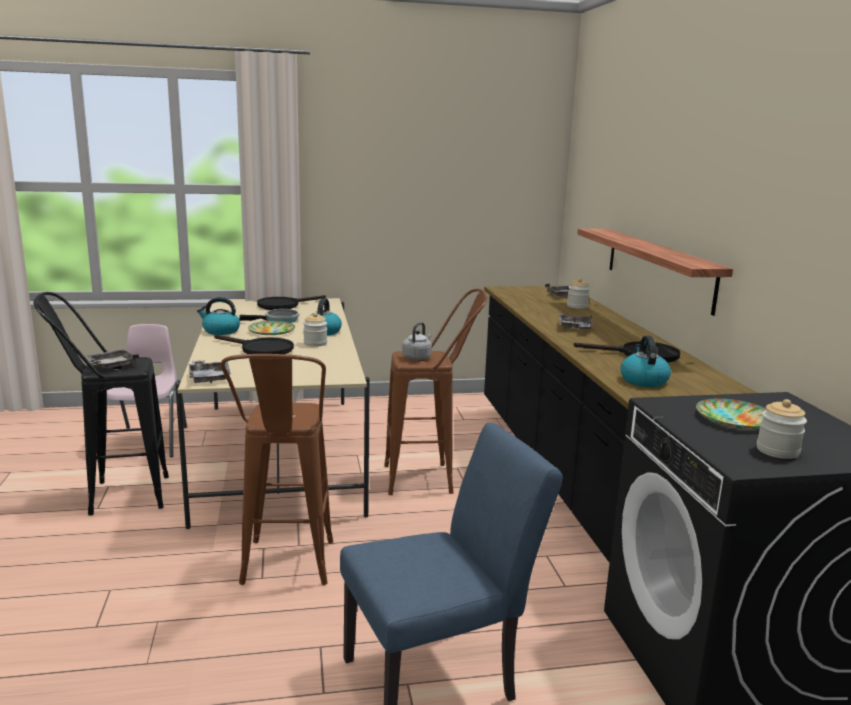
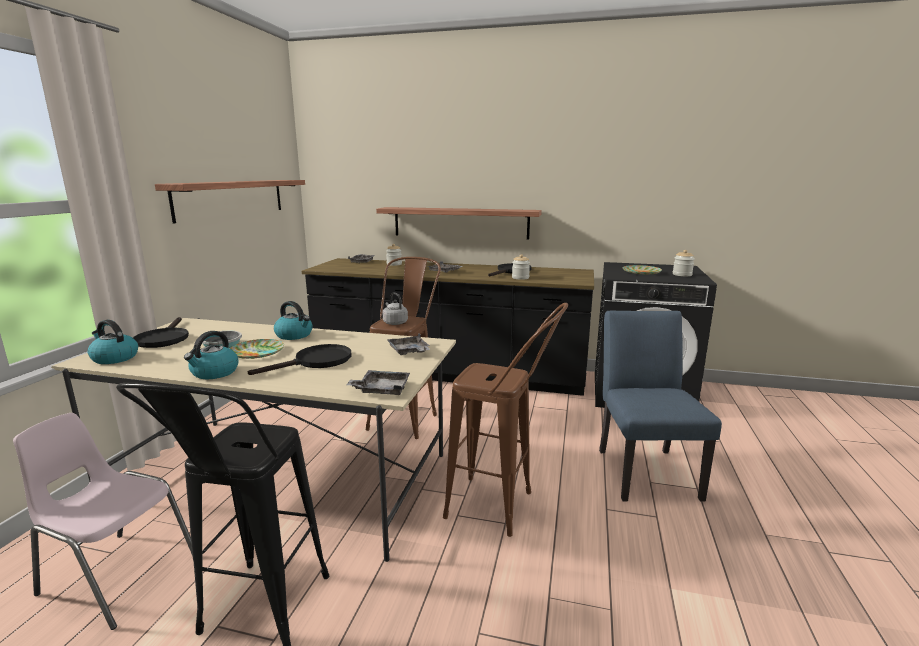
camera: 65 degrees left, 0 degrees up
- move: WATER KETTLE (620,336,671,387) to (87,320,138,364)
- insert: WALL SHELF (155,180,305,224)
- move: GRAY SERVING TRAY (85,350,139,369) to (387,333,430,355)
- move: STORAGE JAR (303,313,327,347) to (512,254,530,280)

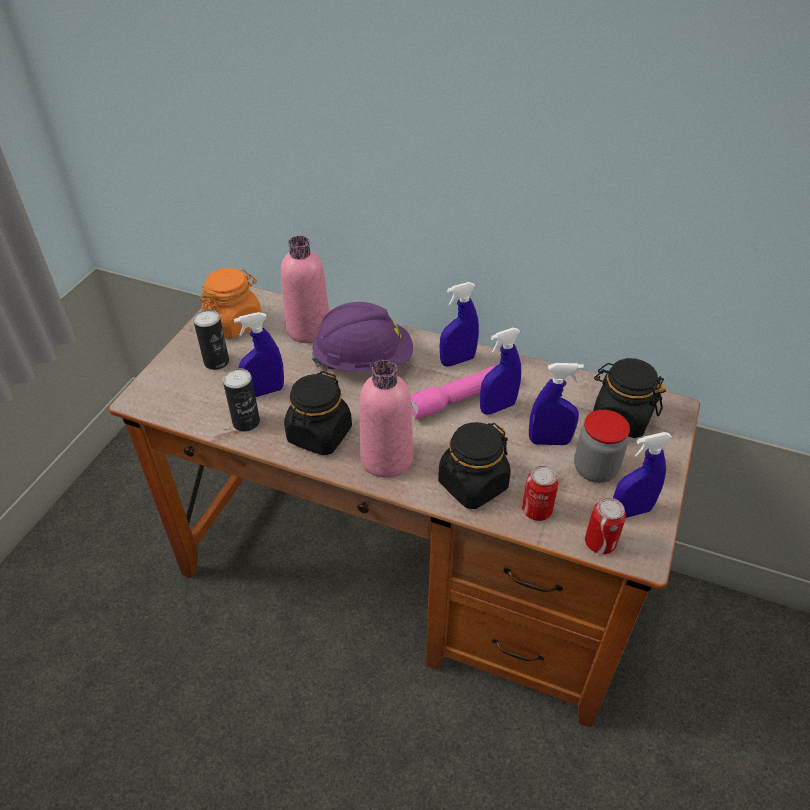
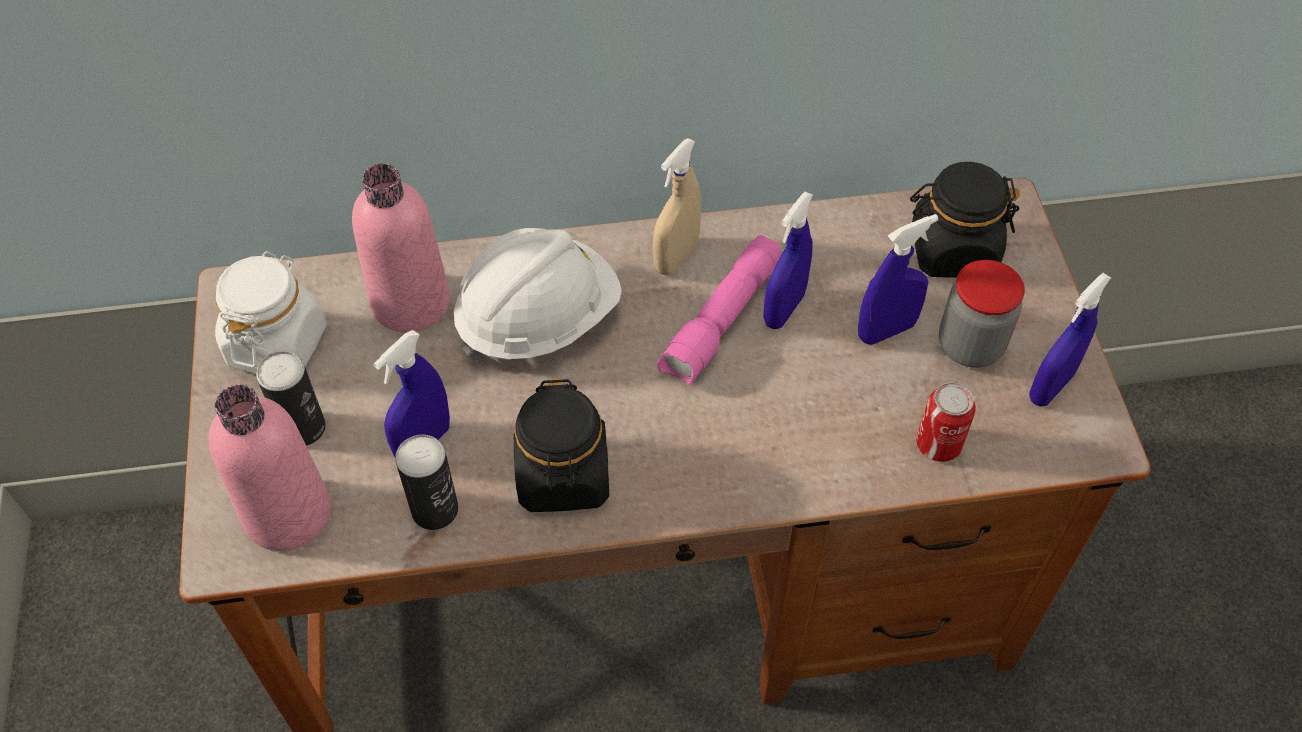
camera: 30 degrees left, 10 degrees up
- move: PINKISH BOTTLE (359,360,413,478) to (209,385,331,551)
- recolor: ORANGE STORAGE JAR (200,268,261,339) to WHITE-COLOURED STORAGE JAR (215,251,326,374)
- recolor: PURPLE HARD HAT (312,302,413,372) to WHITE-COLOURED HARD HAT (454,228,622,365)
- recolor: BLUE SPRAYER (439,282,479,367) to BEIGE-COLOURED SPRAYER (653,138,701,275)
- delete: BLACK-COLOURED STORAGE JAR (438,422,511,509)
- delete: CAN (585,498,626,554)

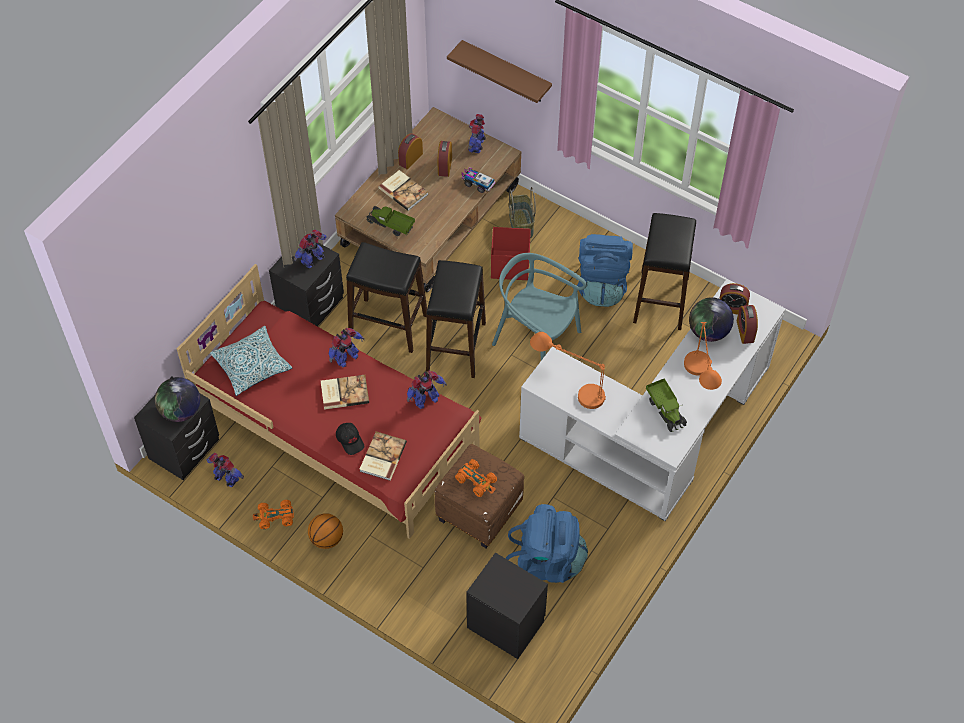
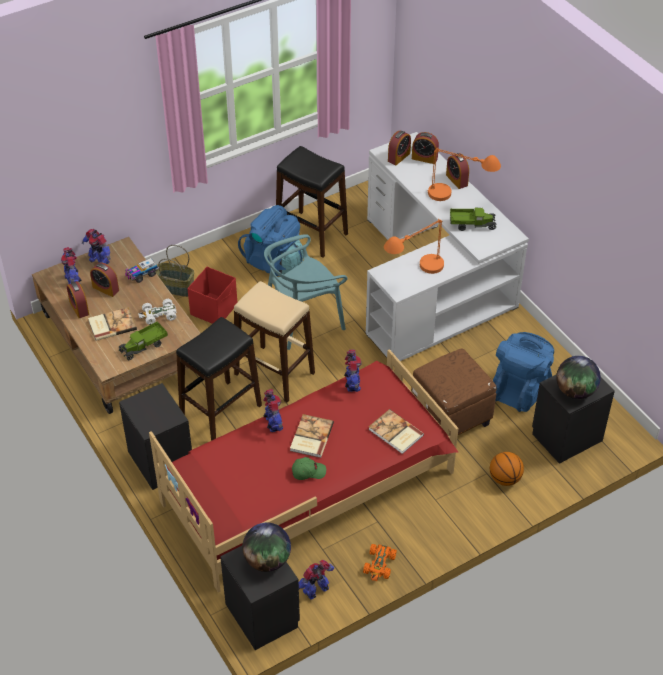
camera: 65 degrees left, 10 degrees down
- move: MODEL ROBOT (294,230,326,268) to (61,247,82,284)
- insert: WHITE-COLOURED MINIATURE CAR (139,299,177,325)
- recolor: BLACK-COLOURED STOOL (426,260,486,378) to BEIGE-COLOURED STOOL (234,281,315,403)
- insert: GREENISH PEAKED CAP (292,457,326,480)
- insert: ALARM CLOCK (446,153,469,189)
- move: BASKETBALL BALL (308,513,343,549) to (490,452,524,486)
- move: GLOBE (689,297,734,342) to (556,356,601,399)
- delete: THROW PILLOW (210,326,293,396)
- delete: BLACK-COLOURED PEAKED CAP (336,423,364,455)
- delete: BROWN WALL SHELF (447,40,552,103)
- delete: ORANGE MINIATURE CAR (455,459,497,497)

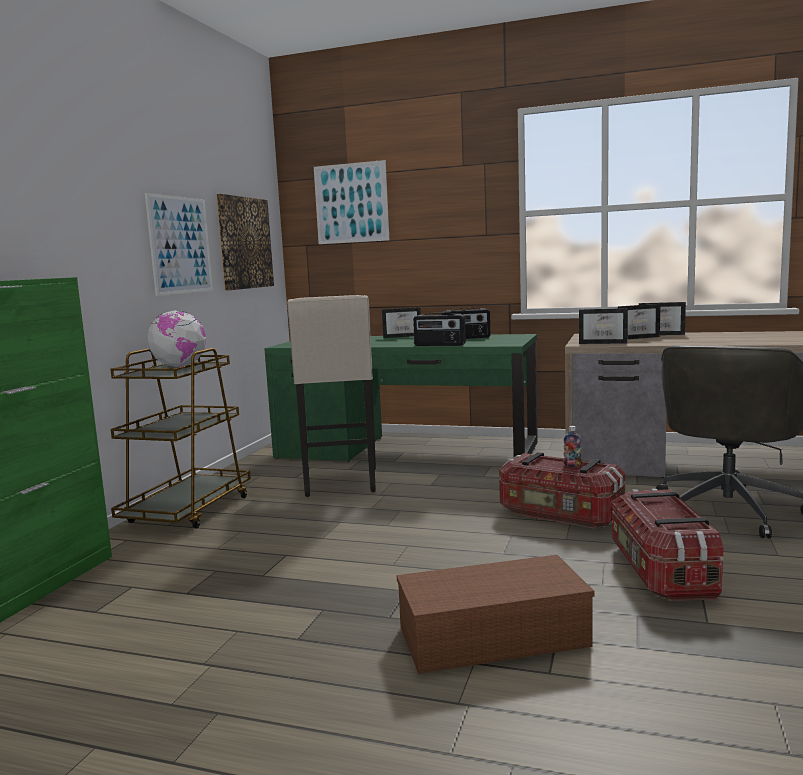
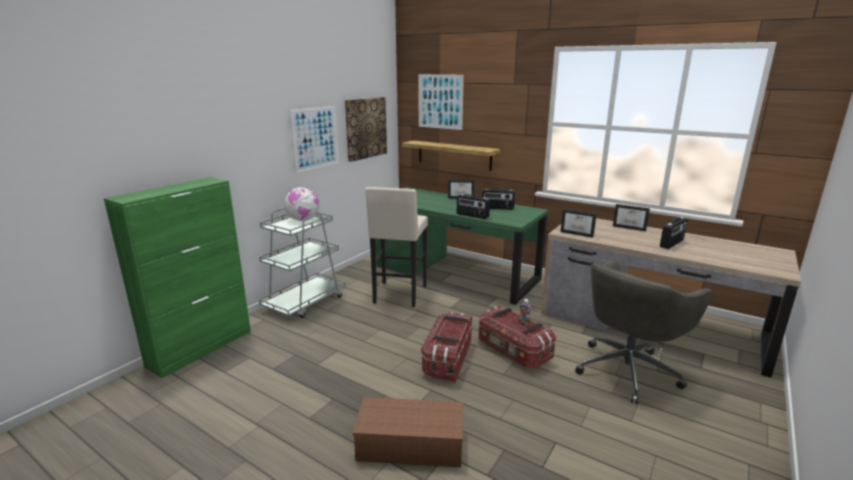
camera: 15 degrees right, 10 degrees up
- recolor: BROWN TROLLEY (111,348,251,528) to GRAY TROLLEY (259,208,346,318)
- insert: WALL SHELF (402,140,500,171)
- move: STORAGE BOX (611,489,723,601) to (421,312,472,382)
- insert: RADIO (660,217,688,249)
- delete: STANDING FRAME (618,304,660,339)

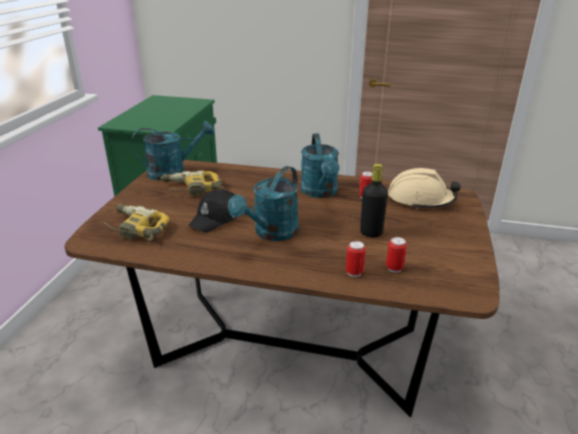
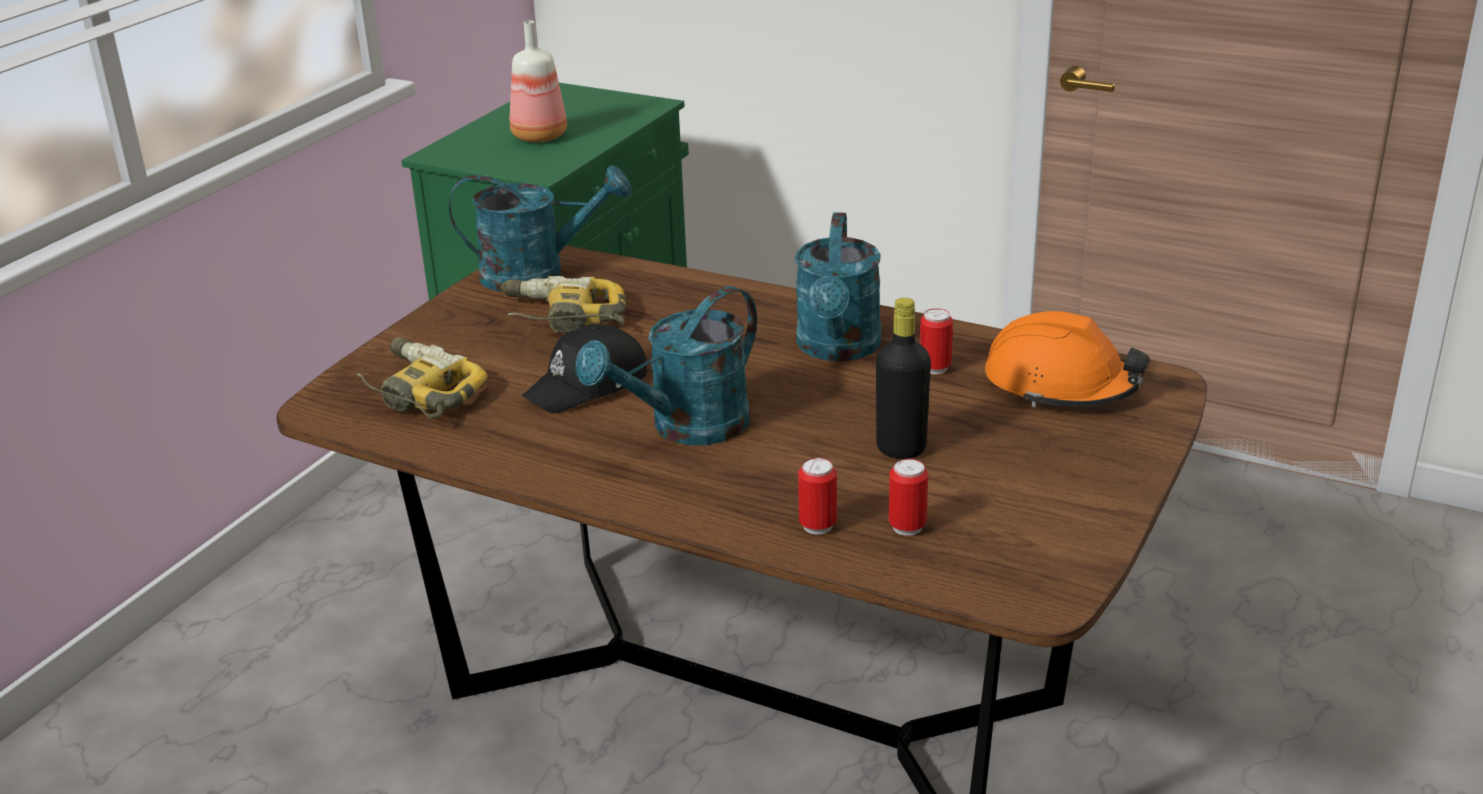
camera: 15 degrees right, 0 degrees up
- insert: BOTTLE (510,21,567,142)
- recolor: BEIGE-COLOURED HARD HAT (388,168,461,209) to ORANGE HARD HAT (985,311,1150,407)

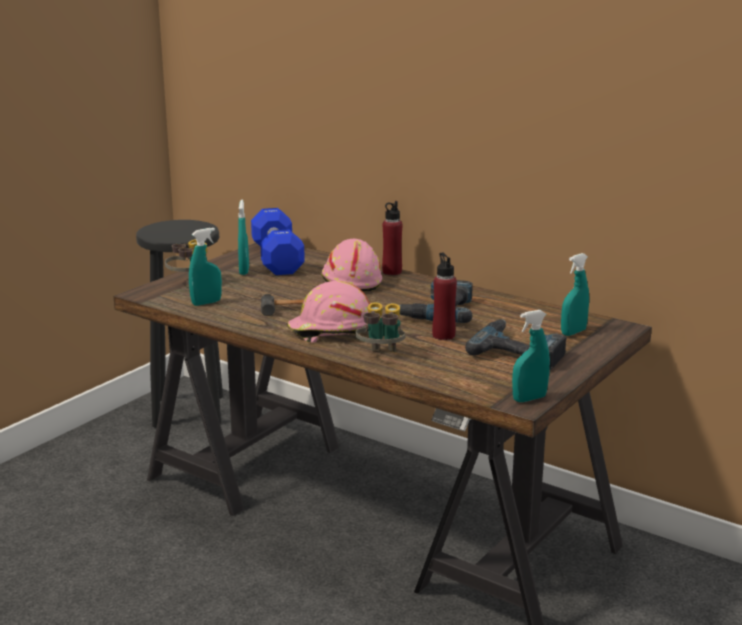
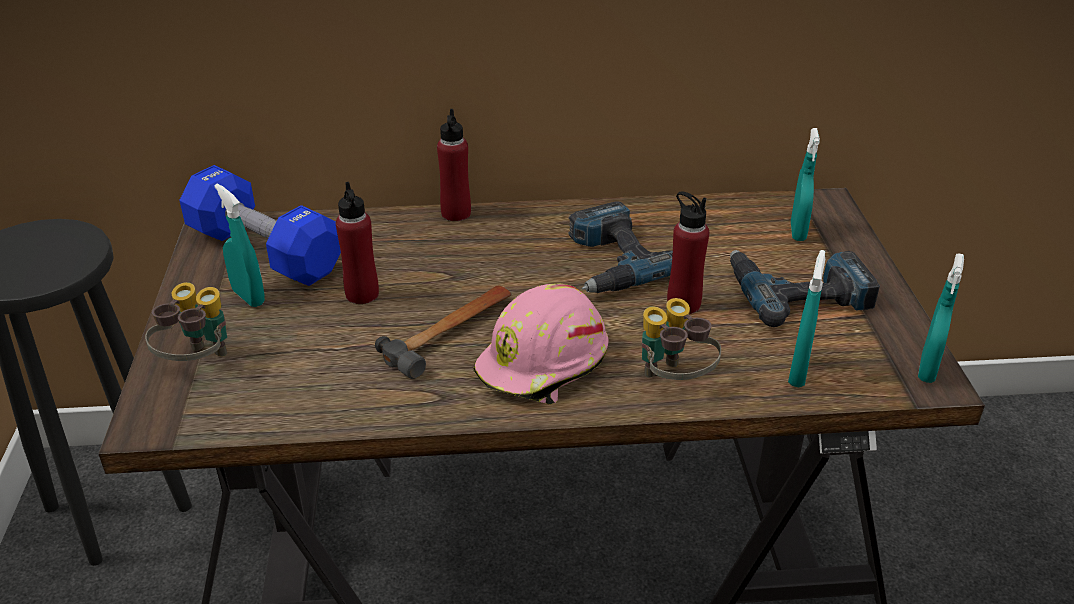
camera: 40 degrees left, 15 degrees up
- insert: RED BOTTLE (336,182,379,304)
- move: TURQUOISE SPRAYER (189,228,222,306) to (788,250,825,388)
- delete: PINKISH HARD HAT (321,239,382,292)

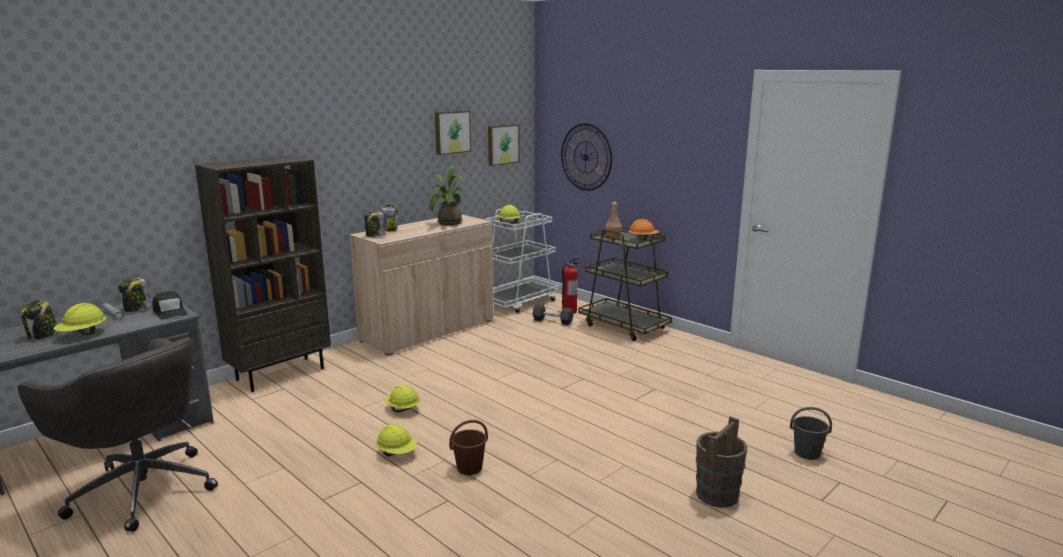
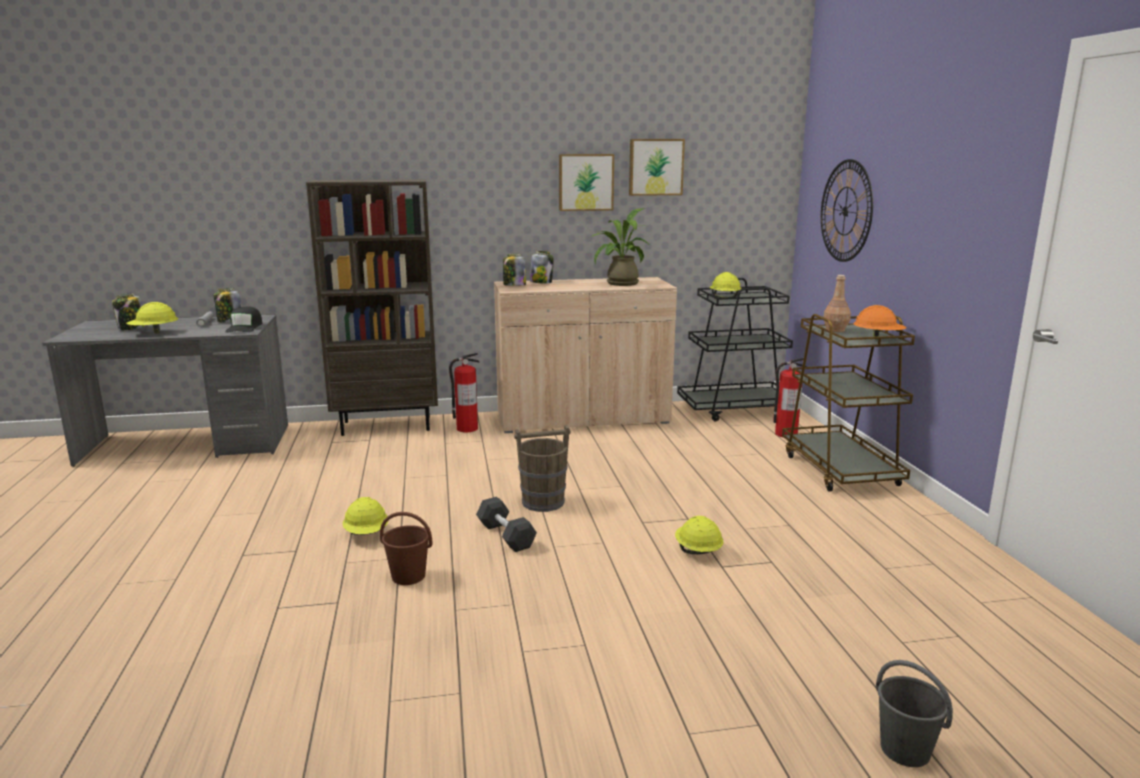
camera: 35 degrees right, 0 degrees up
- insert: FIRE-FIGHTING CYLINDER (449,353,480,432)
- move: BLACK-COLOURED HAND WEIGHT (533,304,573,325) to (476,497,537,552)
- move: BROWN BUCKET (696,416,748,508) to (514,425,571,512)
- move: PICTURE (488,124,520,166) to (559,154,614,211)
- move: YELLOWISH HARD HAT (385,385,420,412) to (675,516,723,554)
- recolor: WHITE-COLOURED TROLLEY (485,209,560,313) to BLACK-COLOURED TROLLEY (677,278,793,421)
- delete: GRAY DESK CHAIR (18,337,218,532)

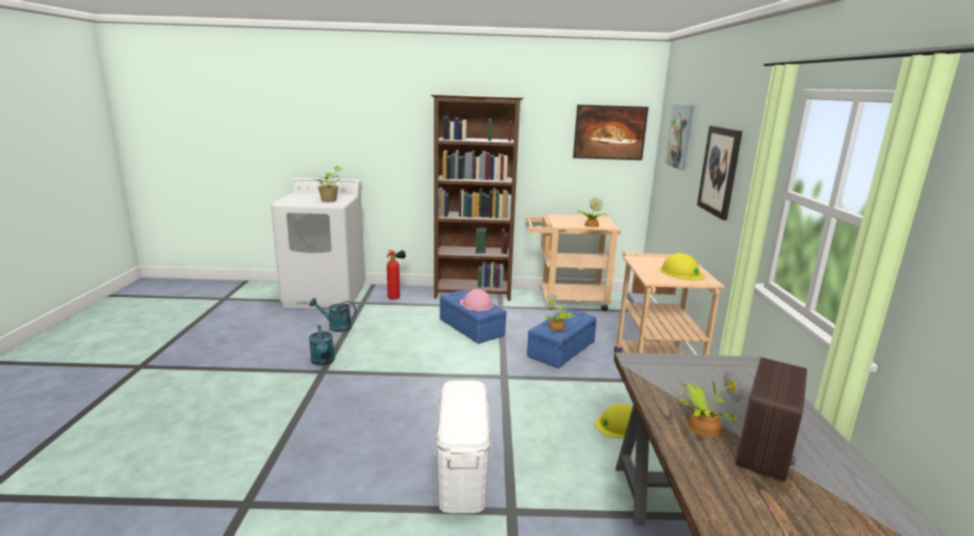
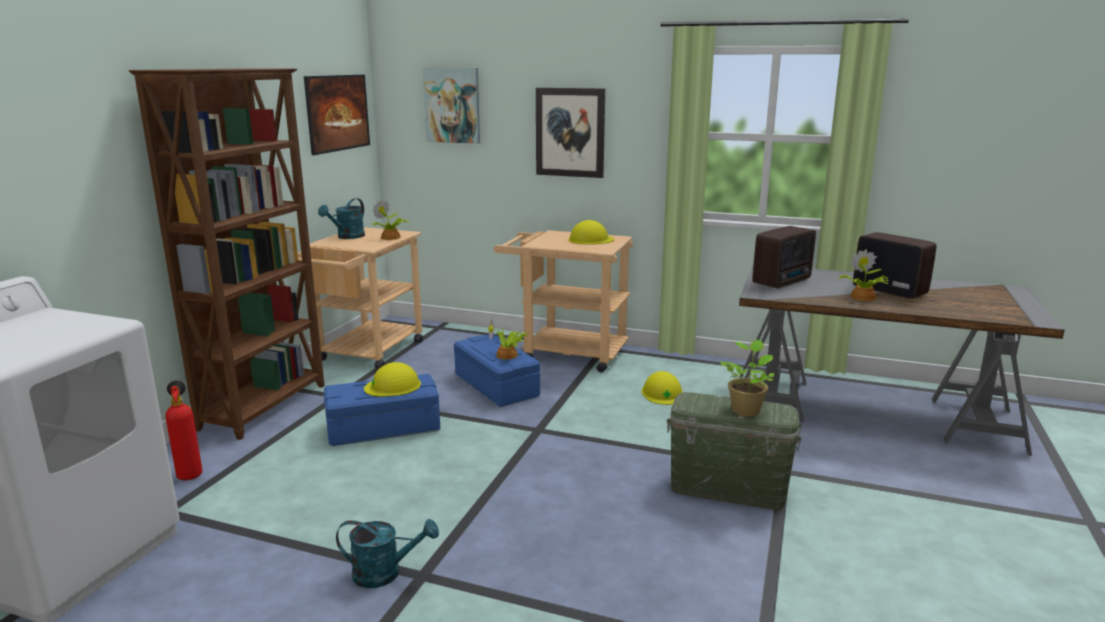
camera: 70 degrees left, 0 degrees up
- move: TURQUOISE WATERING POT (309,298,356,332) to (318,198,365,239)
- recolor: PINKISH HARD HAT (460,289,493,311) to YELLOWISH HARD HAT (364,362,421,397)
- recolor: WHITE-COLOURED STORAGE BOX (435,380,492,513) to GREENISH STORAGE BOX (667,392,801,510)
- move: PLANT IN A POT (315,166,343,202) to (720,339,774,417)
- insert: RADIO (752,226,816,288)

